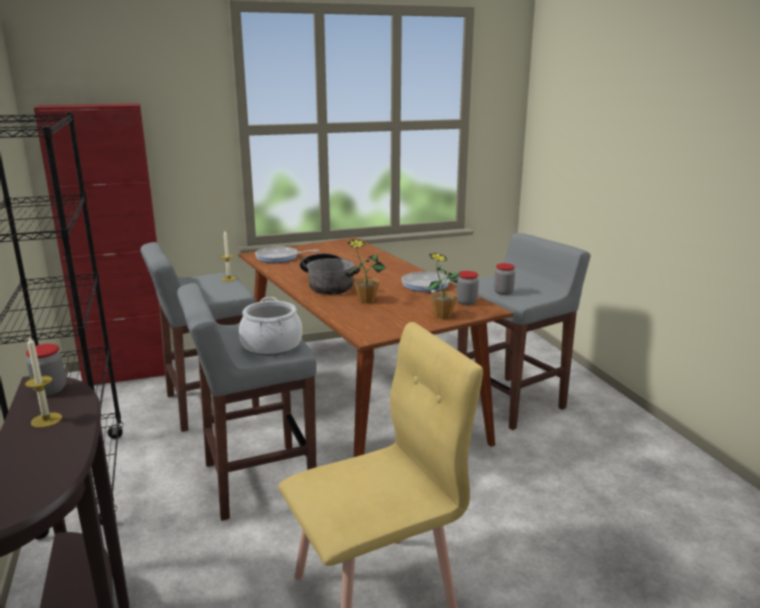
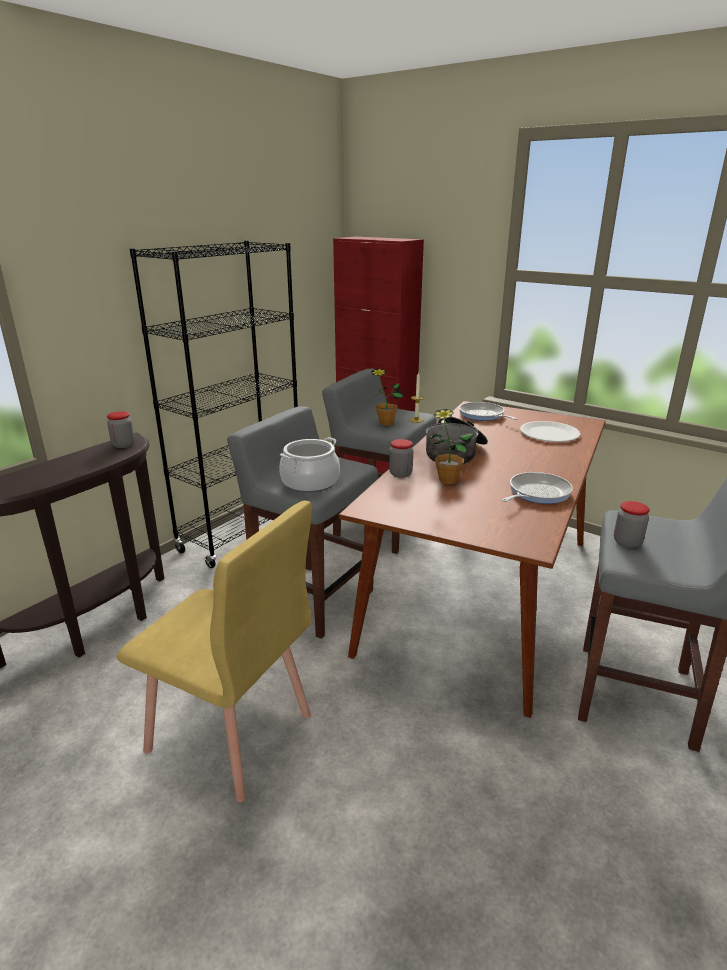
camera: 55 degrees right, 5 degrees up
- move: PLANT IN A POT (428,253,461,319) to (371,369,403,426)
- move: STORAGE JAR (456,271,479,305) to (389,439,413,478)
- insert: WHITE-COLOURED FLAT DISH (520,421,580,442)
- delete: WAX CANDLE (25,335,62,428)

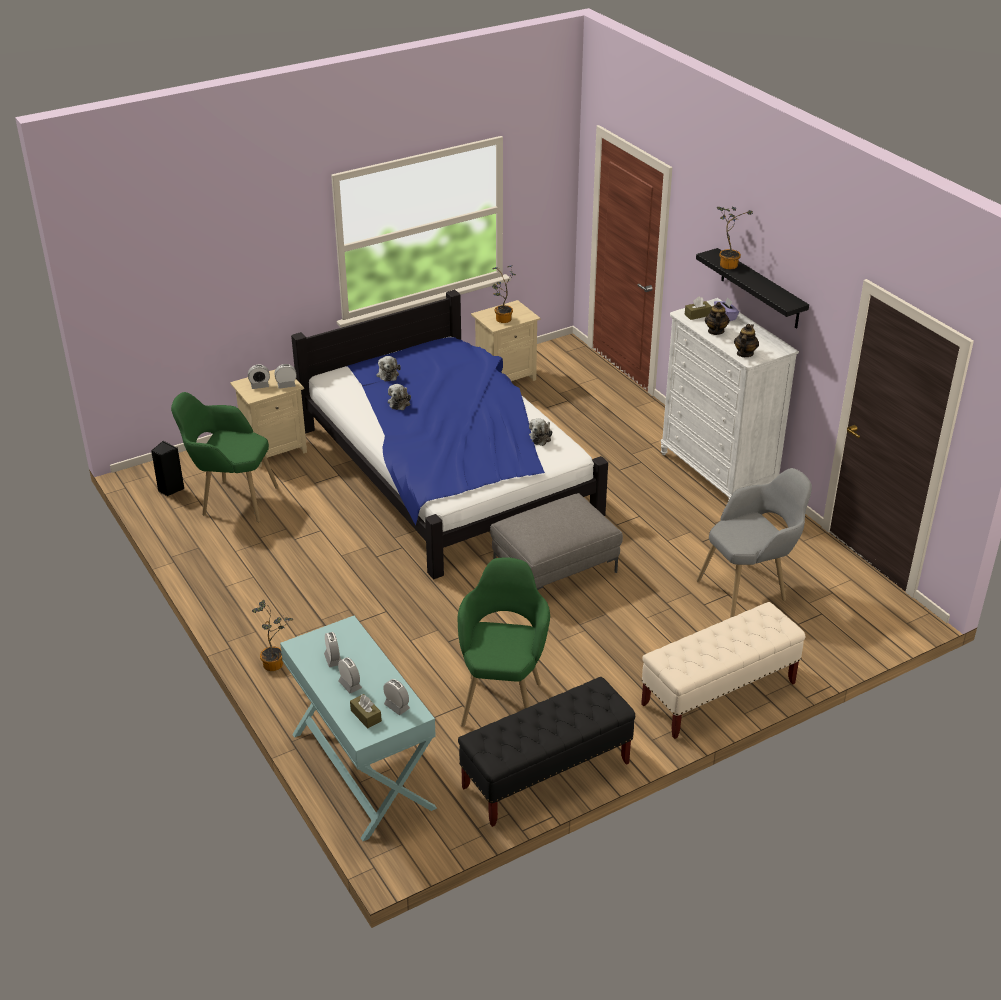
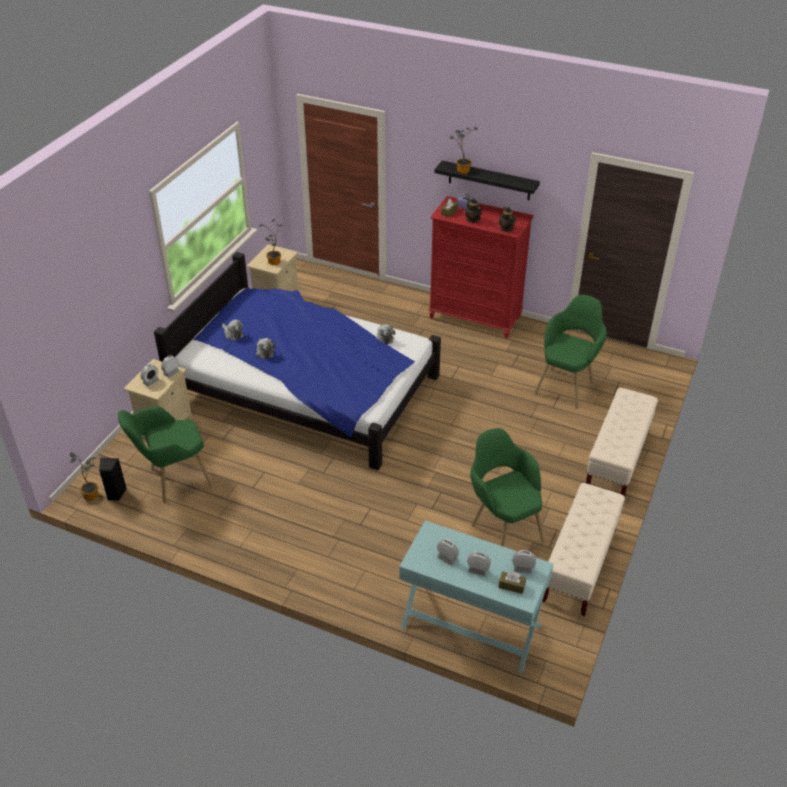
camera: 35 degrees left, 5 degrees up
- move: PLANT IN A POT (252,600,293,671) to (69,452,99,500)
- recolor: WHITE-COLOURED CHEST OF DRAWERS (661,298,799,501) to RED CHEST OF DRAWERS (429,196,534,339)
- recolor: GRAY LOUNGE CHAIR (696,468,812,618) to GREENISH LOUNGE CHAIR (534,295,607,409)
- recolor: BLACK-COLOURED INDOOR BENCH (458,677,635,827) to BEIGE-COLOURED INDOOR BENCH (542,483,625,617)
- delete: GRAY FOOTREST (490,493,623,590)

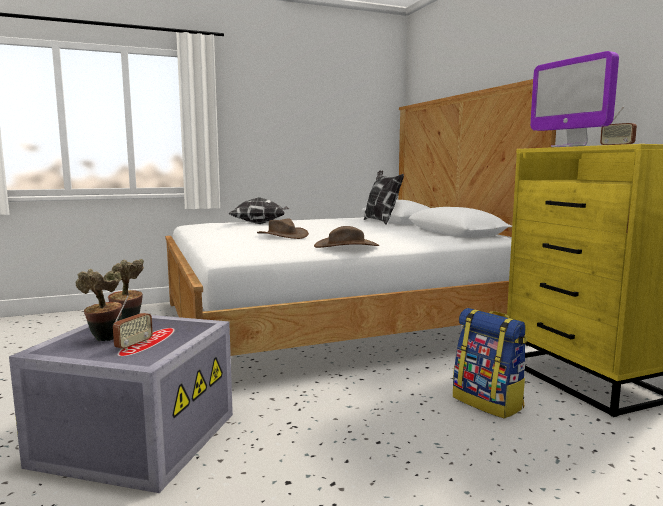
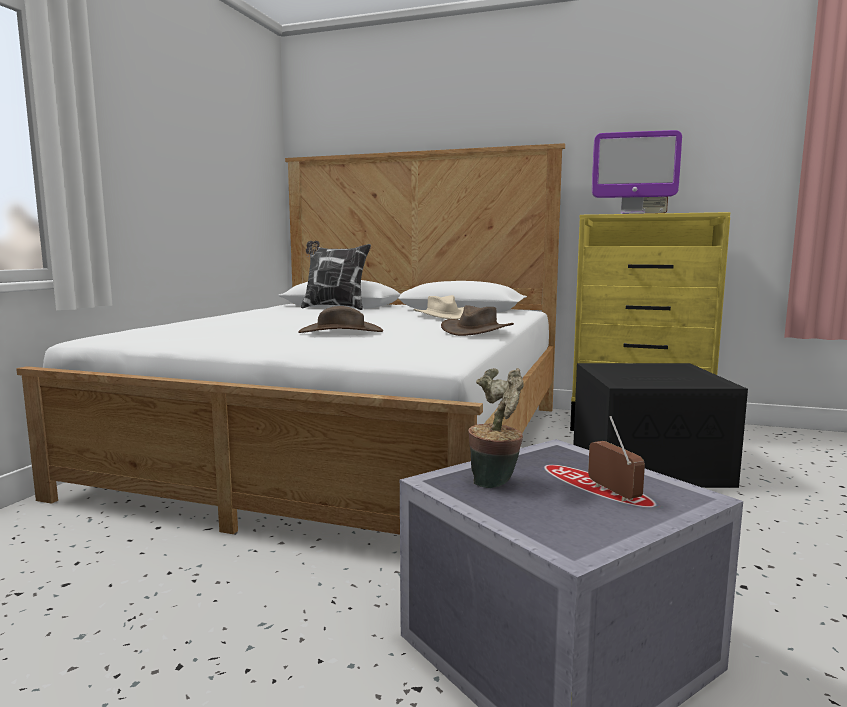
camera: 50 degrees left, 0 degrees up
- insert: BEIGE-COLOURED WEARABLE HAT (414,295,464,319)
- replace: KNAPSACK (453,308,527,419) to BLACK-COLOURED STORAGE BOX (573,363,748,488)
- delete: PLANT IN A POT (76,269,122,341)
- delete: THROW PILLOW (228,197,289,224)

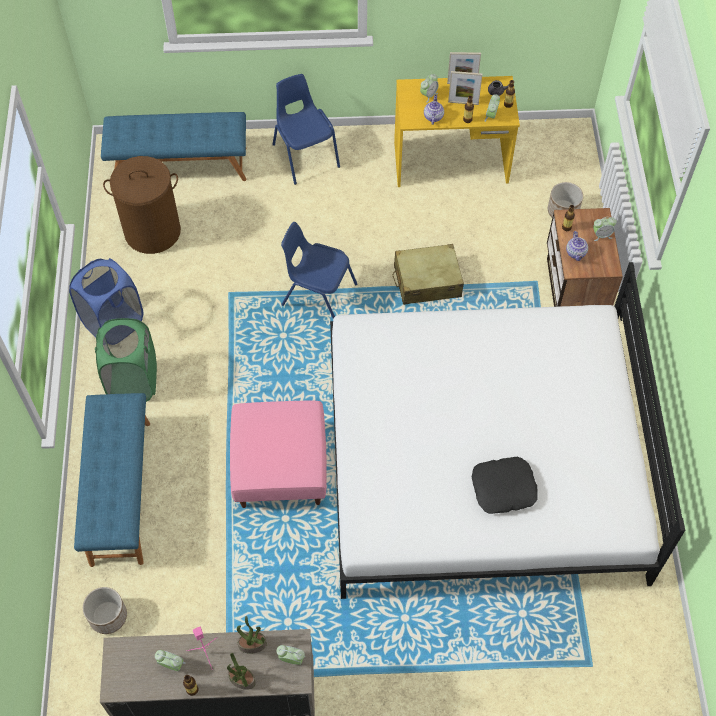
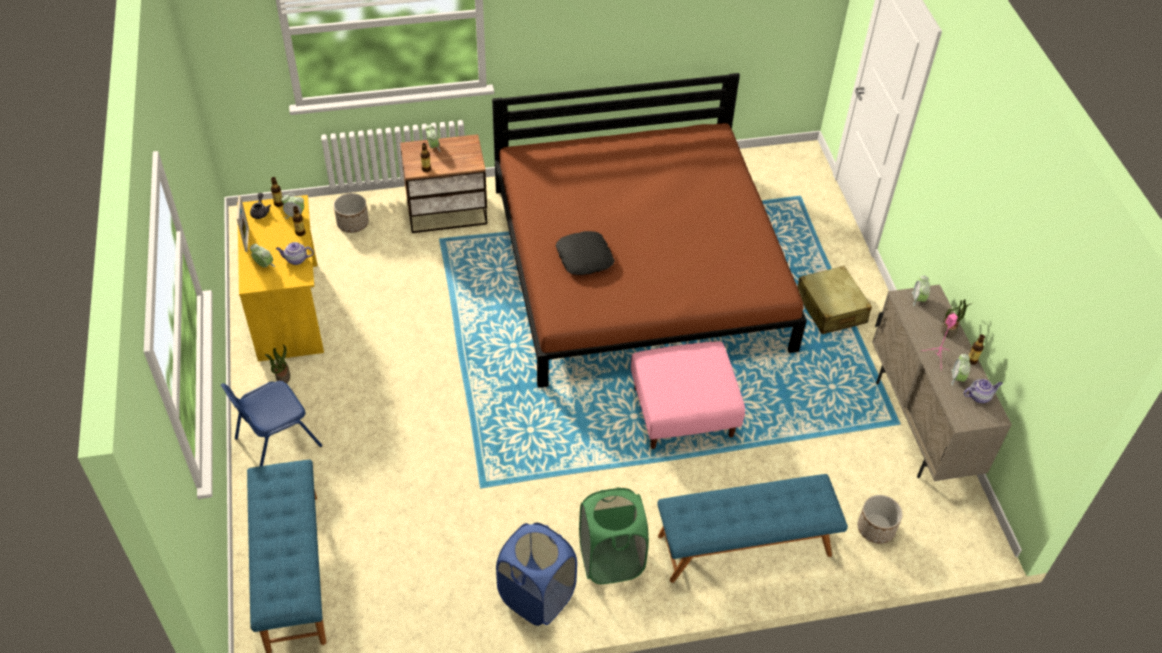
camera: 100 degrees left, 10 degrees down
- move: PLANT IN A POT (237,616,267,654) to (265,344,290,384)
- recolor: WHITE-COLOURED BED (330,262,685,599) to BROWN BED (492,73,807,388)
- move: BLACK-COLOURED THROW PILLOW (472,457,537,514) to (556,231,615,275)
- move: BEIGE-COLOURED PIECE OF LUGGAGE (393,244,464,305) to (798,266,872,334)
- move: TEAPOT (566,231,588,261) to (963,379,1003,403)
- delete: BROWN WASHING BASKET (103,156,181,254)
- delete: BLUE CHAIR (281,222,358,319)
- delete: STANDING FRAME (448,71,483,105)

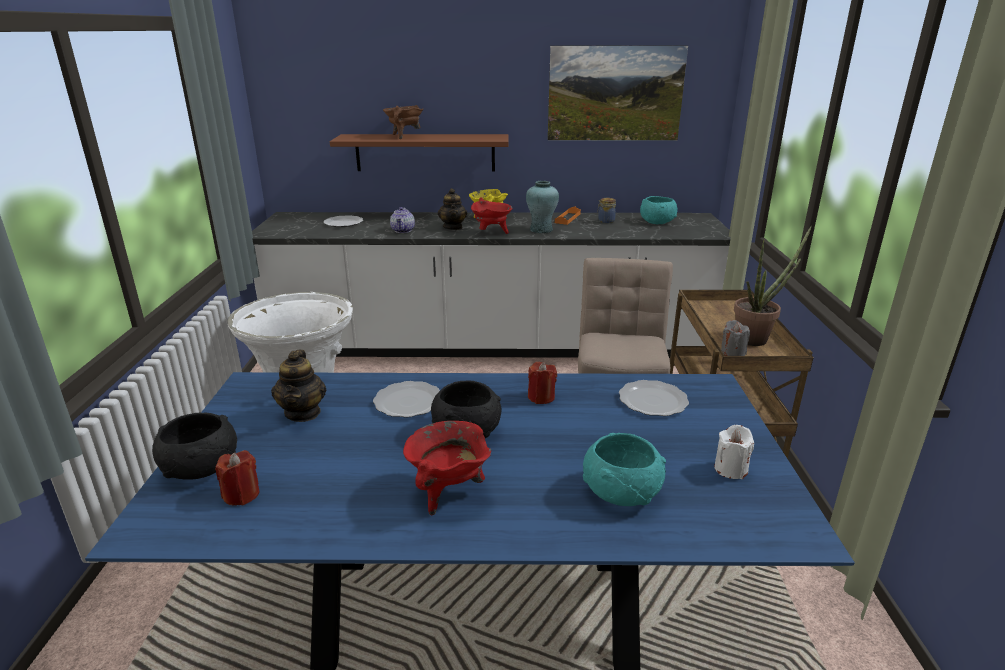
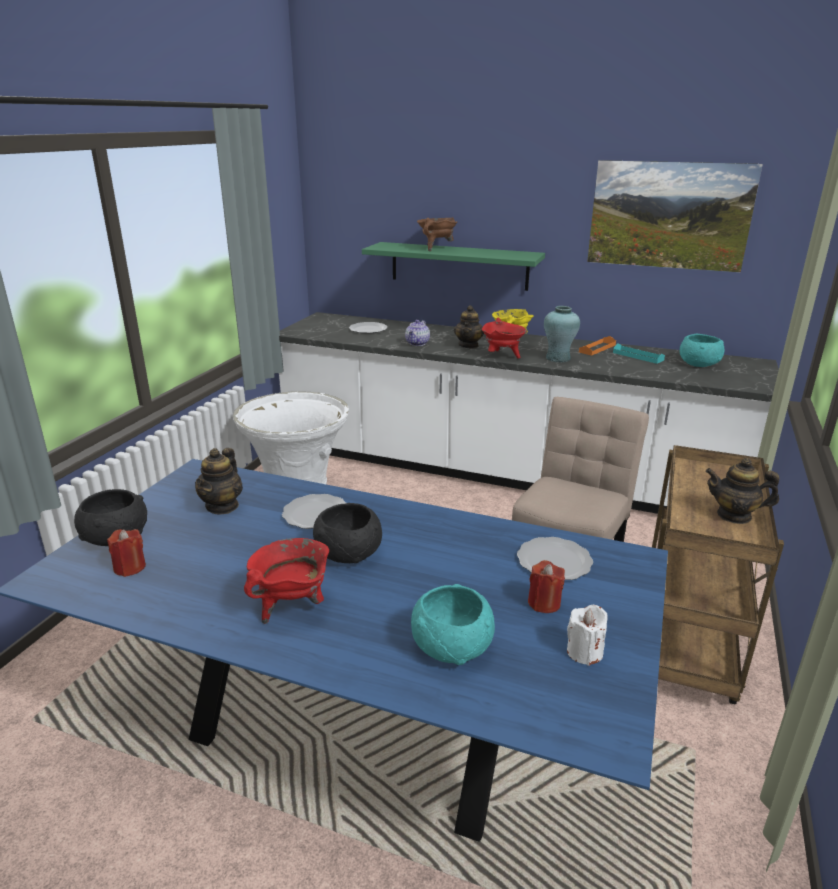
camera: 20 degrees right, 0 degrees up
- recolor: BROWN WALL SHELF (330,134,508,172) to GREENISH WALL SHELF (362,242,545,291)
- move: RED WAX CANDLE (528,362,557,404) to (528,560,565,613)
- replace: STORAGE JAR (597,198,616,223) to TURQUOISE SERVING TRAY (613,343,665,364)
- replace: PLANT IN A POT (734,226,812,346) to TEAPOT (705,458,779,524)
- delete: GRAY WAX CANDLE (721,320,750,356)

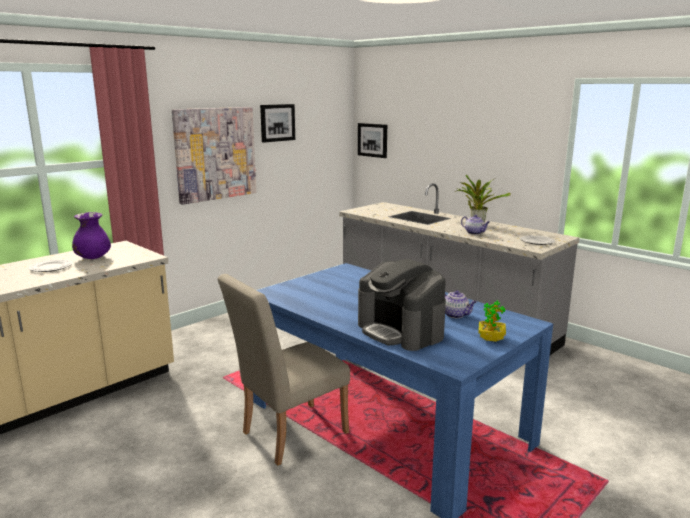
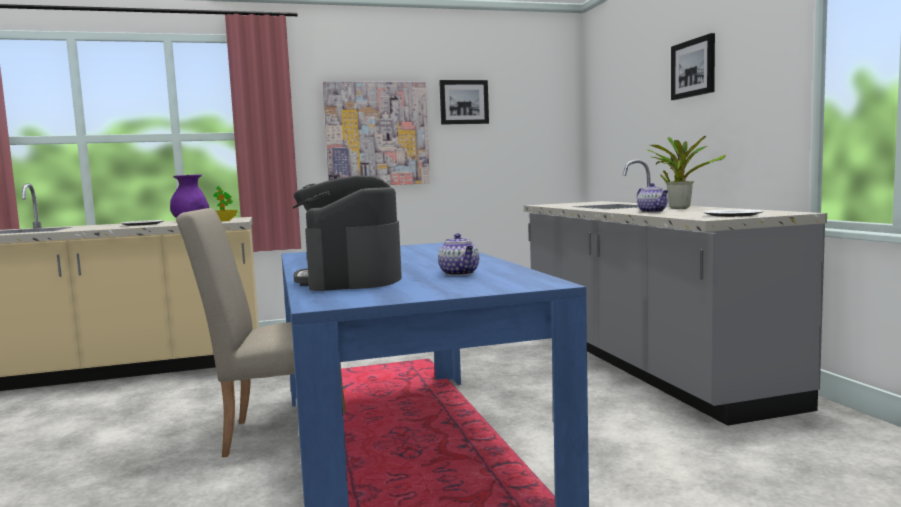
camera: 30 degrees right, 10 degrees down
- move: PLANT IN A POT (478,300,506,342) to (213,186,237,221)
- move: PICTURE (358,123,387,158) to (671,33,715,100)

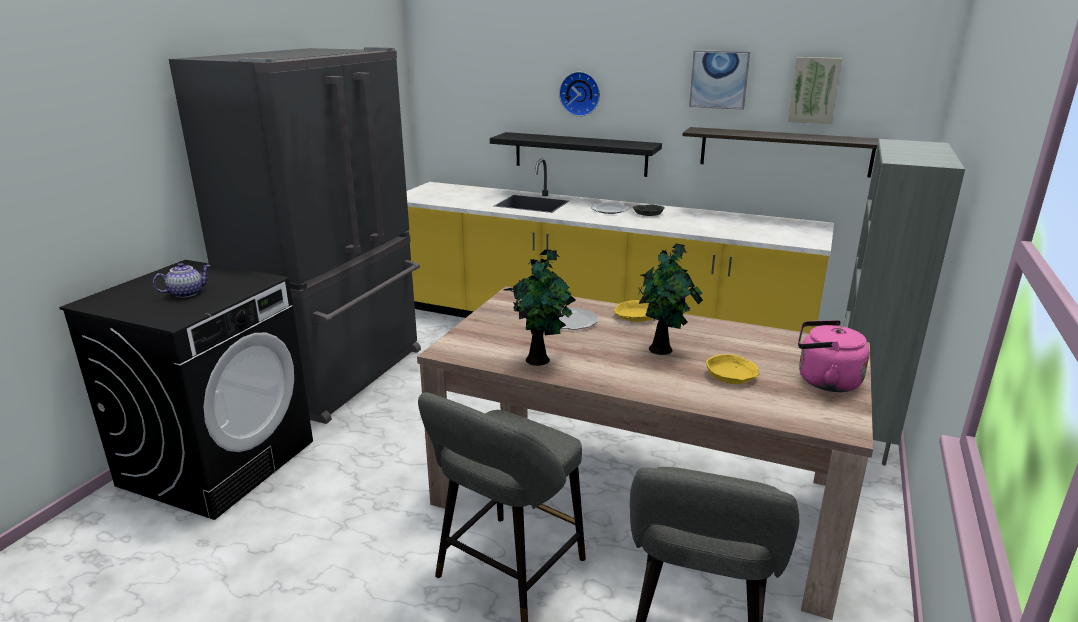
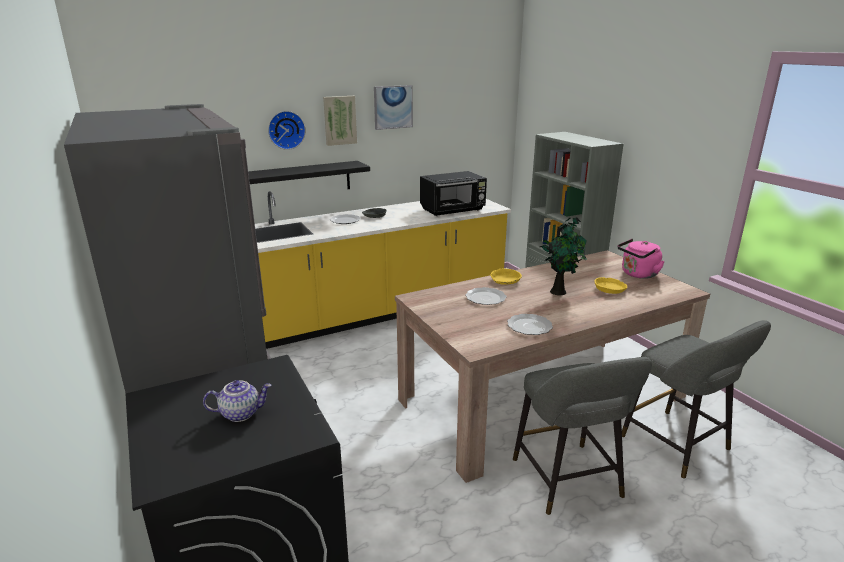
camera: 50 degrees left, 0 degrees up
- rotate: TEAPOT (153,263,211,298) = (203,380,272,422) 75 degrees clockwise
- move: PICTURE (788,57,842,124) to (323,96,357,146)
- insert: BLACK-COLOURED KITCHEN MICROWAVE (420,171,487,216)
- replace: PLANT IN A POT (504,250,576,366) to FLAT DISH (507,314,553,335)
- delete: WALL SHELF (683,127,894,178)

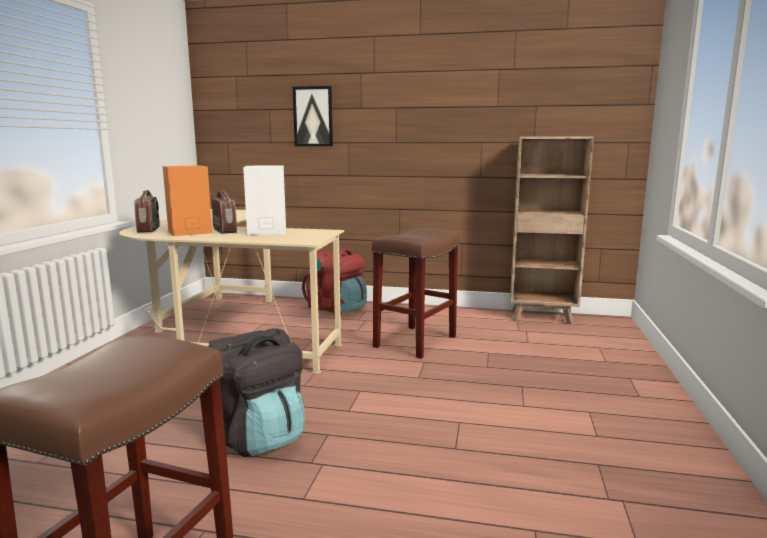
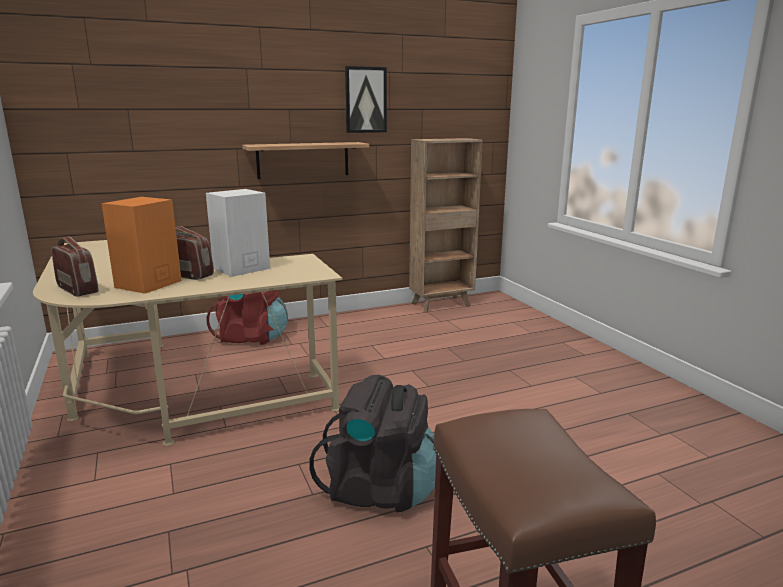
camera: 35 degrees left, 5 degrees up
- insert: WALL SHELF (242,142,369,179)
- move: PICTURE (293,86,333,146) to (345,66,387,133)
- delete: BROWN STOOL (372,228,459,359)

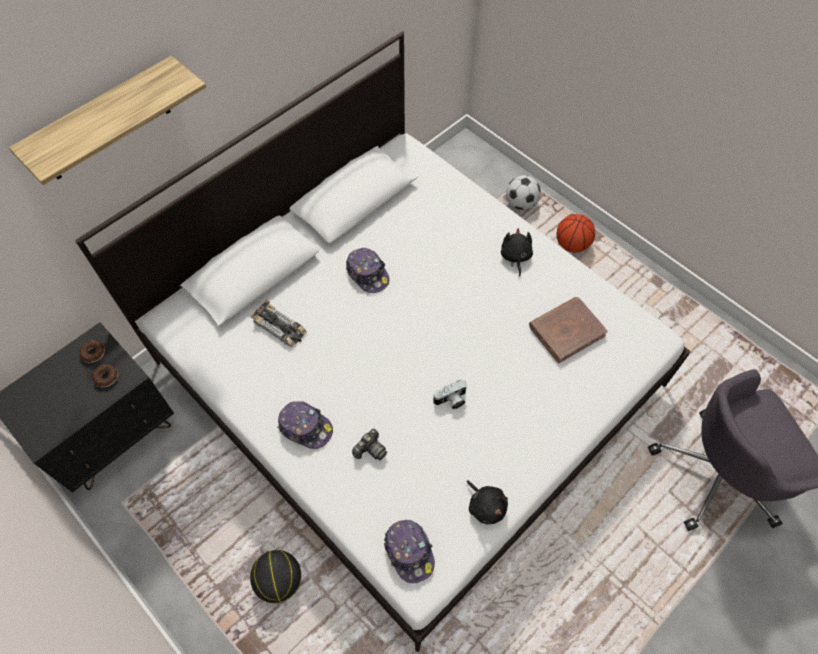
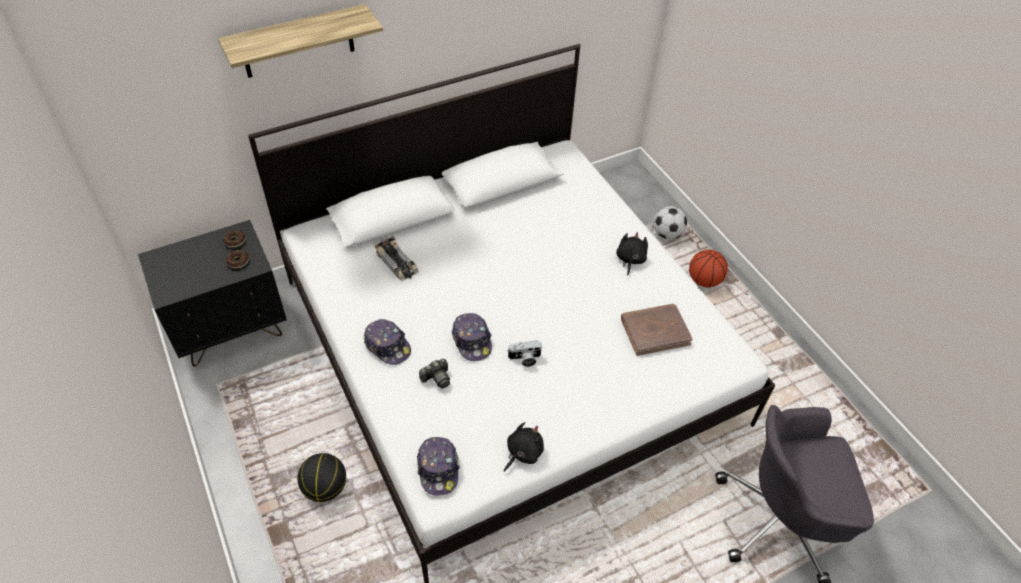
camera: 15 degrees right, 10 degrees down
- move: PEAKED CAP (346,248,389,293) to (452,313,492,361)
- rotate: BLACK-COLOURED SOFT TOY (467,480,508,524) = (504,422,544,472) 120 degrees counterclockwise

